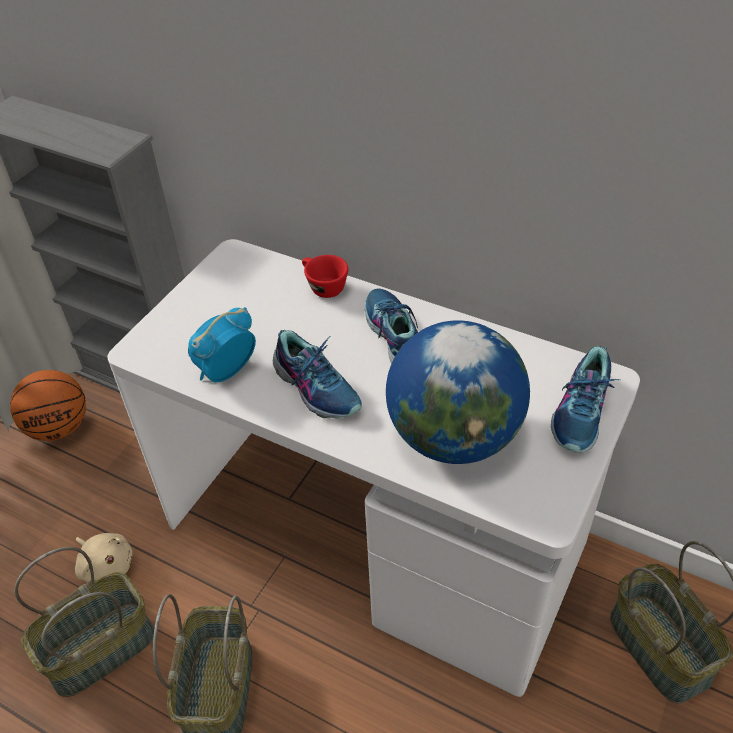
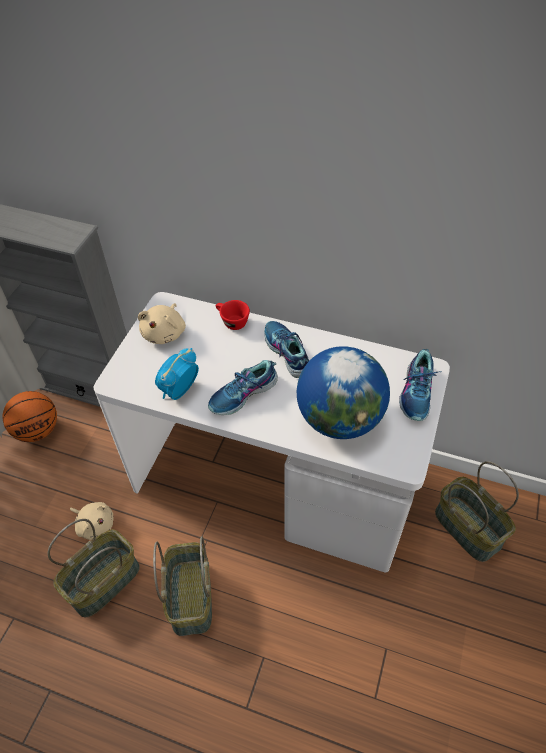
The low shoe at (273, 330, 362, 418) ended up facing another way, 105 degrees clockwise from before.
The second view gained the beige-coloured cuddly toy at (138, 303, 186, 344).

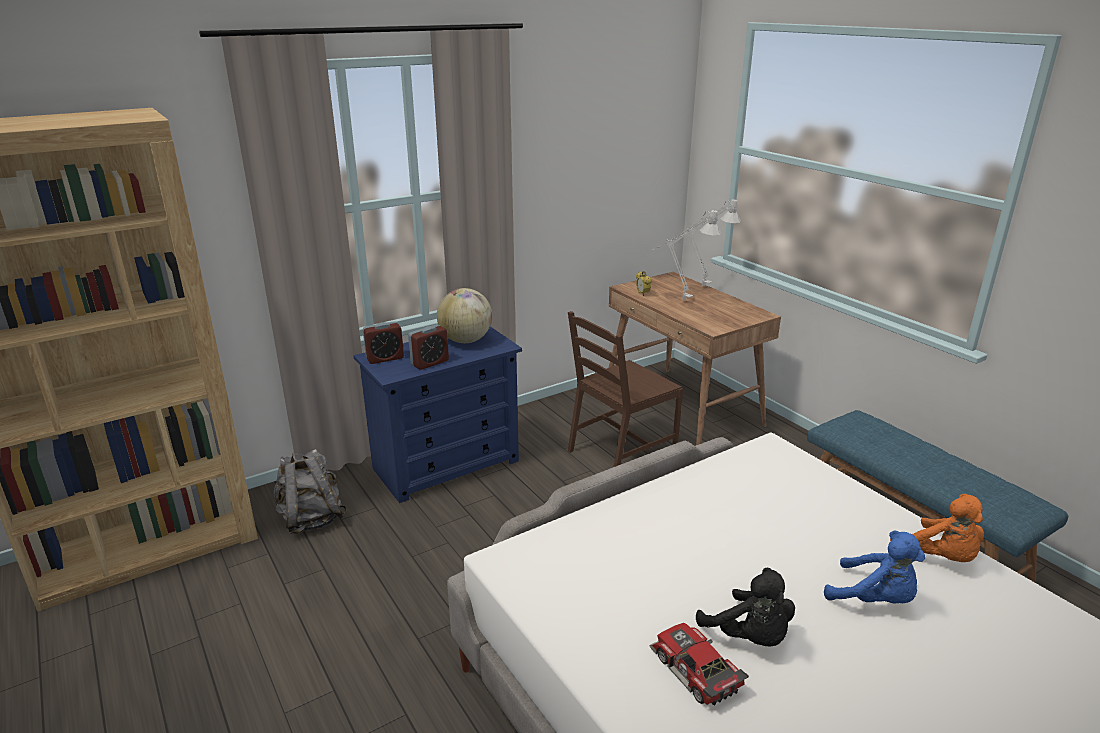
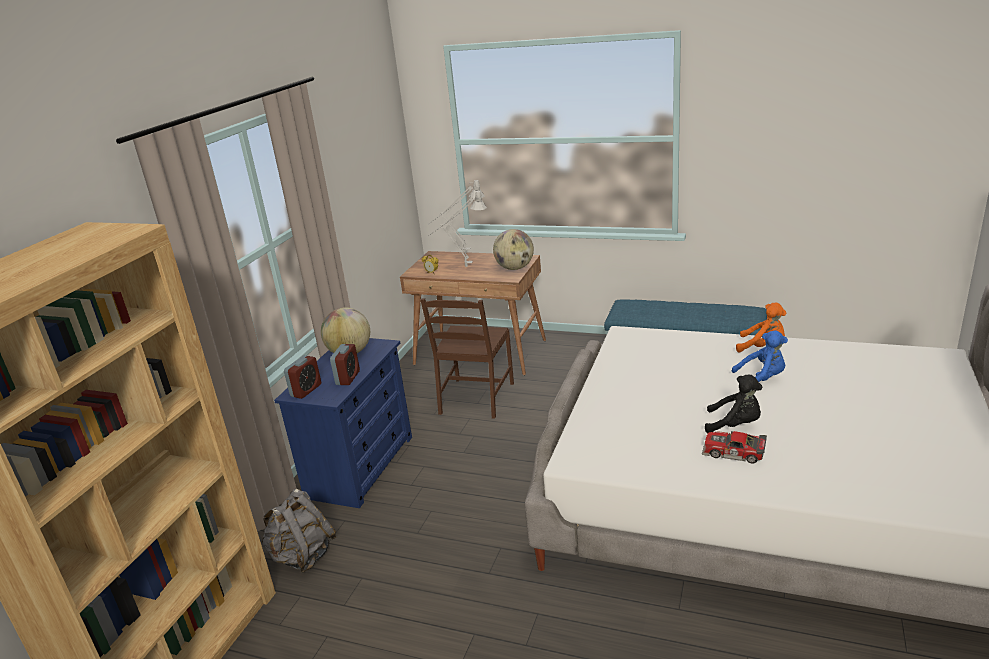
The second view gained the globe at (493, 229, 534, 270).

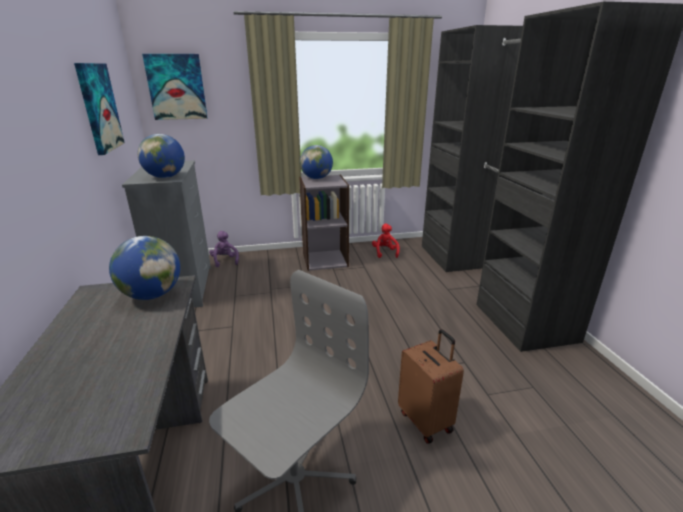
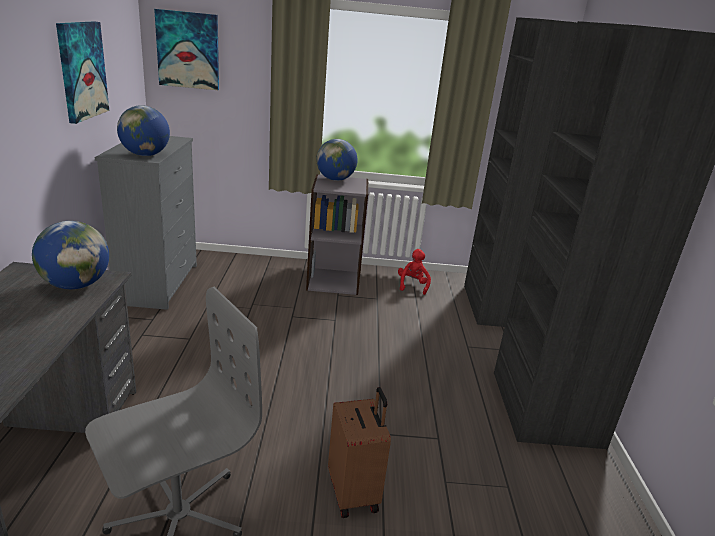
The second view lost the purplish cuddly toy at (209, 231, 239, 267).

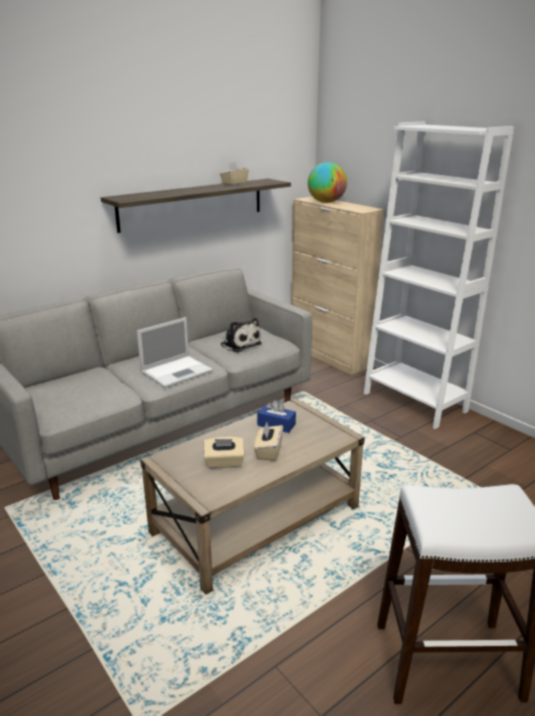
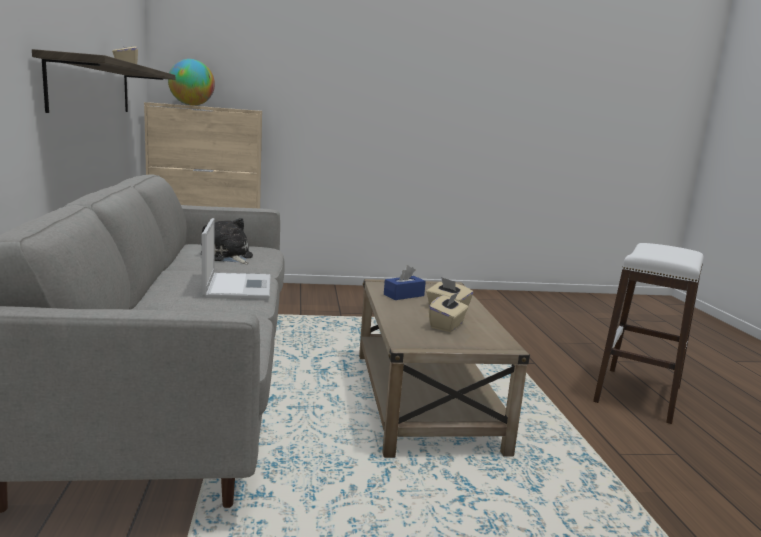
The second view lost the white bookshelf at (364, 122, 514, 429).
The cuddly toy at (220, 318, 262, 352) ended up facing another way, 120 degrees counterclockwise from before.

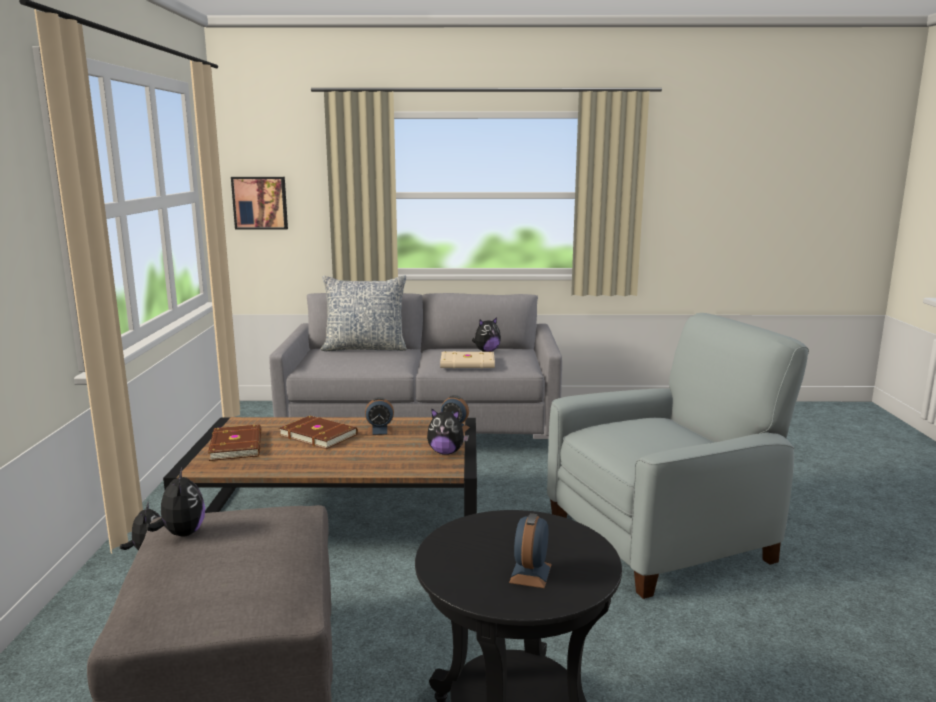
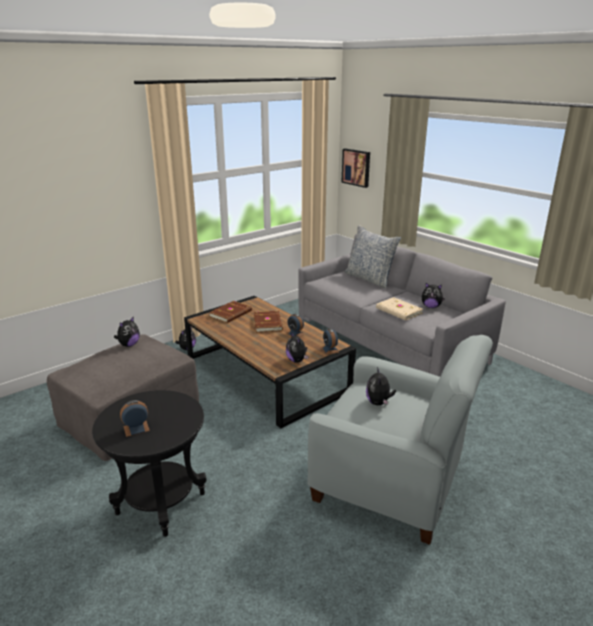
The second view gained the cuddly toy at (366, 367, 396, 405).

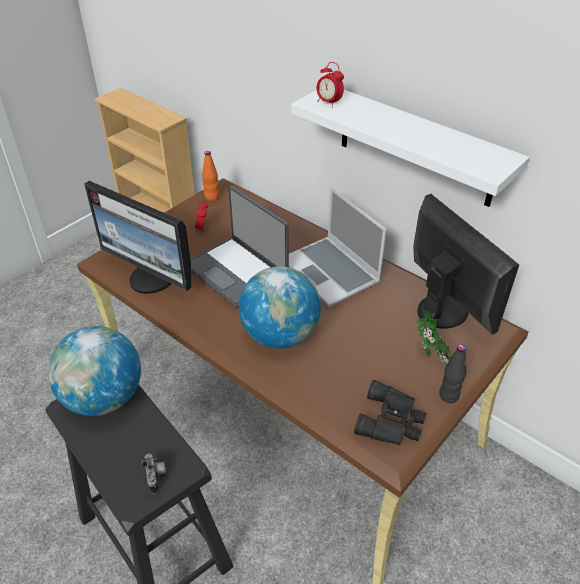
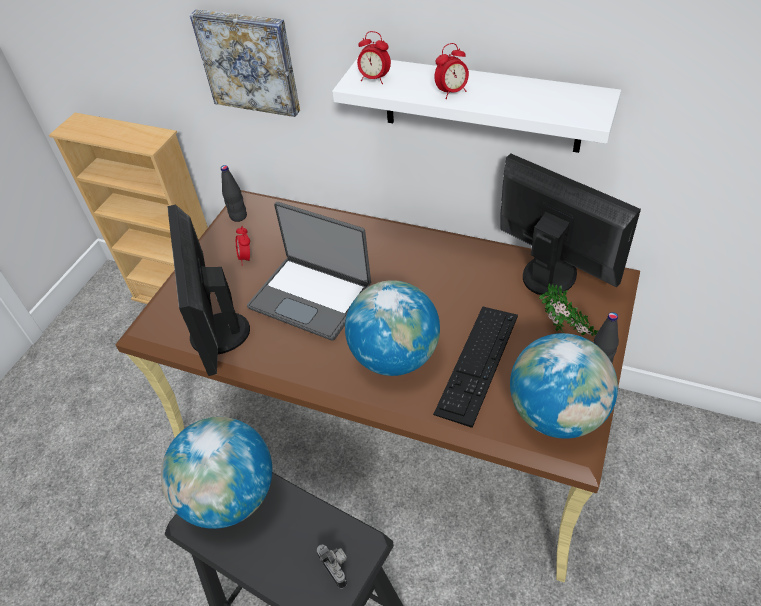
What was the orange bottle at (202, 151, 219, 201) turned into the black bottle at (221, 165, 247, 222).
The computer screen at (84, 181, 191, 294) ended up facing another way, 60 degrees clockwise from before.
The second view lost the notebook computer at (289, 187, 387, 307).
Where the black field glasses stood at (354, 380, 426, 445), the globe came to stand at (510, 333, 618, 439).
The second view gained the picture at (190, 9, 300, 117).
The second view gained the table clock at (434, 43, 469, 99).
The second view gained the computer keyboard at (433, 306, 518, 428).

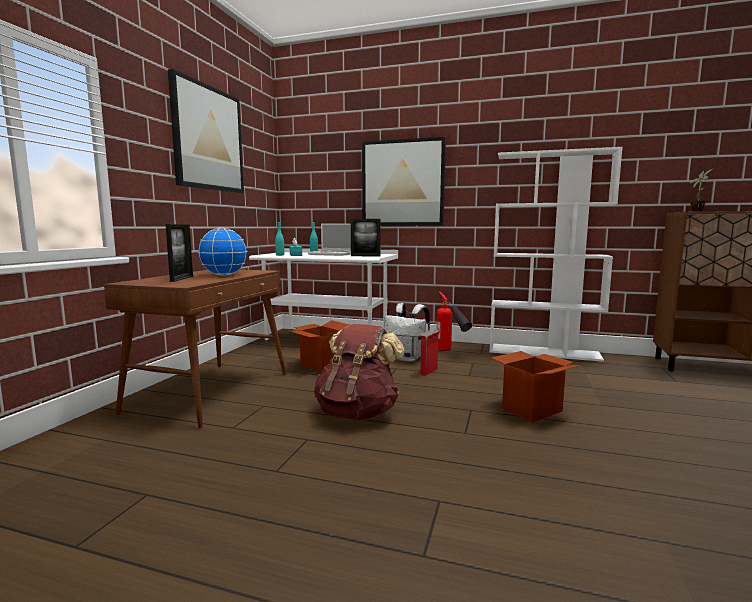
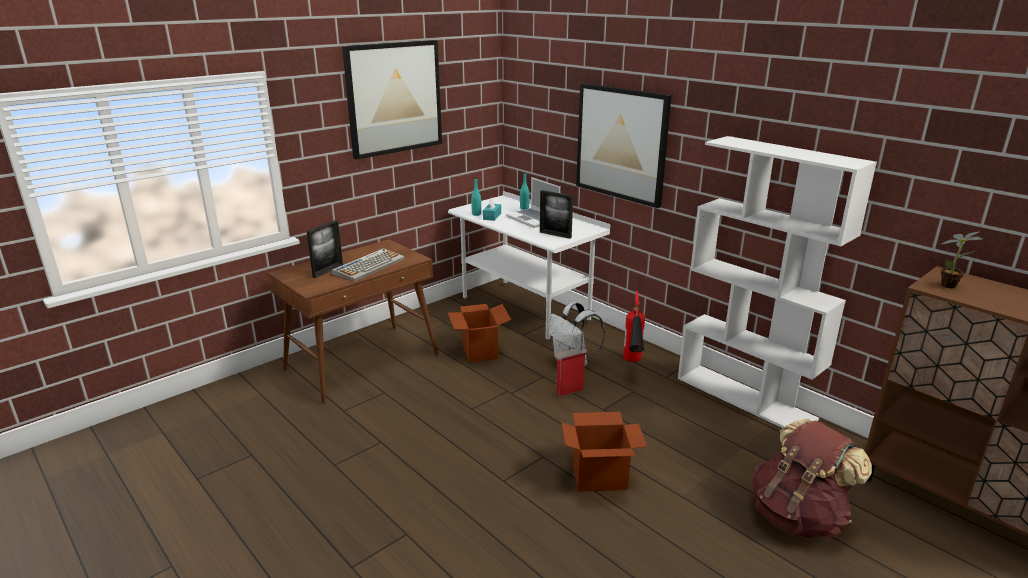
Where the globe stood at (198, 228, 248, 276), the computer keyboard came to stand at (332, 248, 405, 282).
The brown-coloured knapsack ended up elsewhere, having gone from (314, 324, 405, 420) to (752, 419, 872, 538).

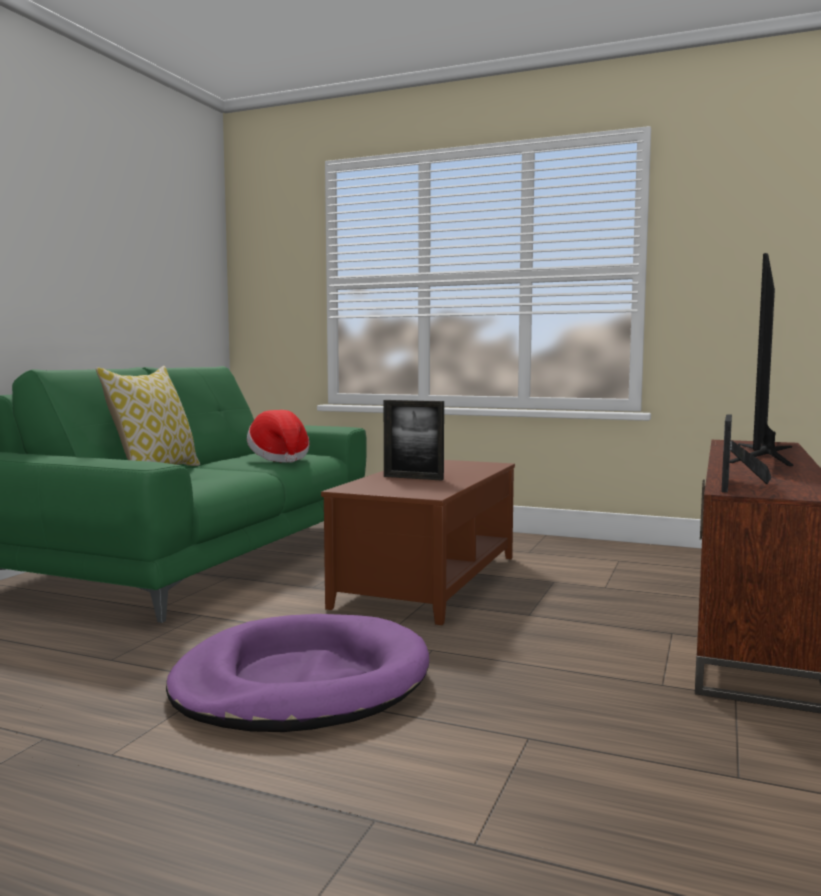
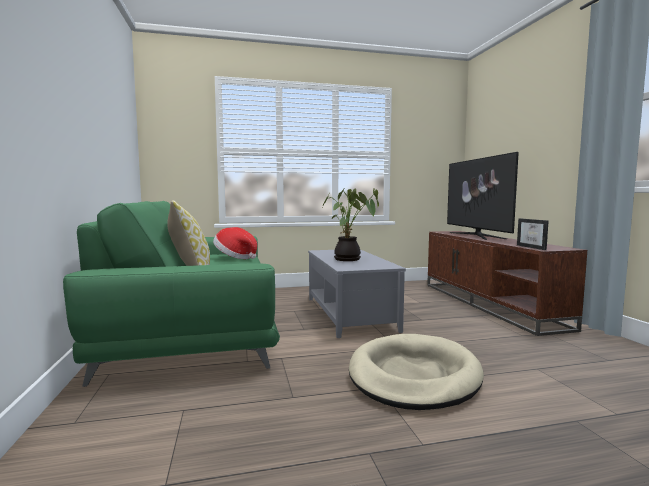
Where the picture frame stood at (384, 400, 444, 481), the houseplant came to stand at (322, 187, 379, 261).
What was the brown-coloured low table at (321, 460, 515, 625) turned into the grey low table at (308, 250, 406, 338).
What was the purplish dog bed at (166, 614, 429, 732) turned into the beige-coloured dog bed at (349, 334, 484, 410).

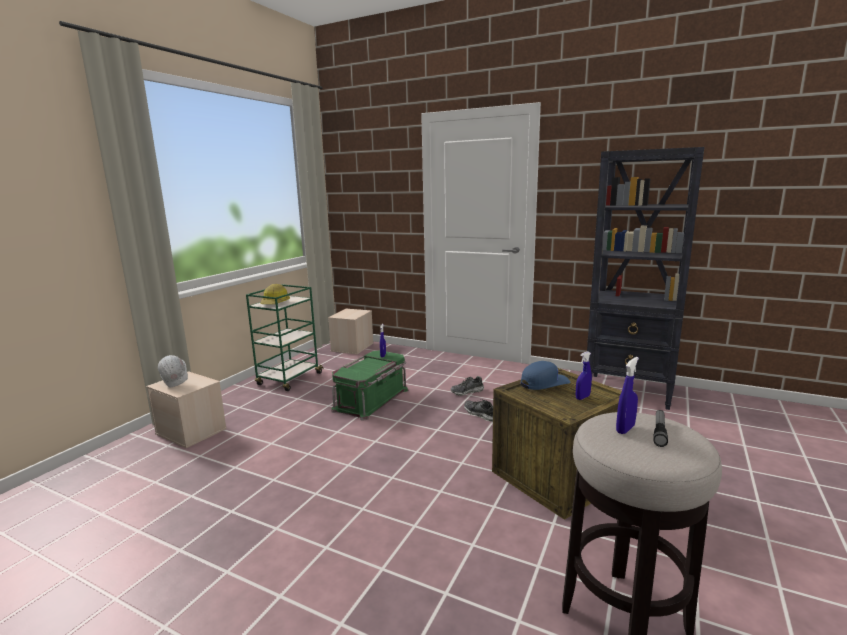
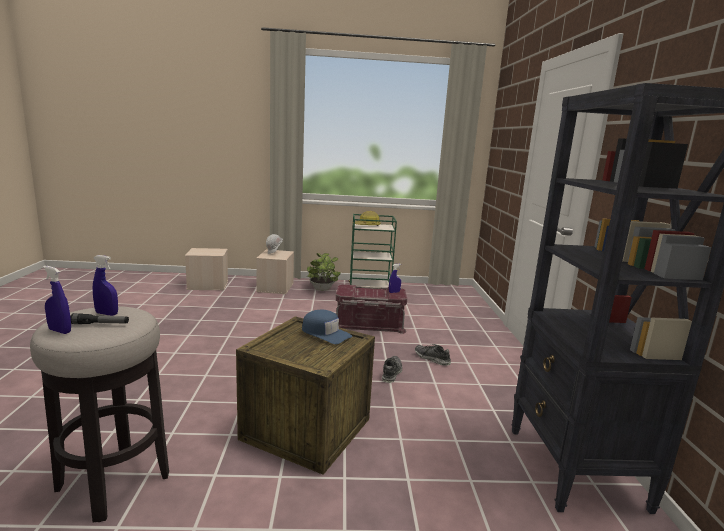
The beige-coloured storage bin ended up elsewhere, having gone from (328, 309, 374, 354) to (185, 248, 228, 290).
What was the green-coloured storage bin at (331, 350, 409, 421) turned into the red-coloured storage bin at (336, 284, 407, 334).
The blue-coloured sprayer ended up elsewhere, having gone from (576, 351, 592, 400) to (43, 266, 71, 334).
The second view gained the houseplant at (307, 253, 341, 291).

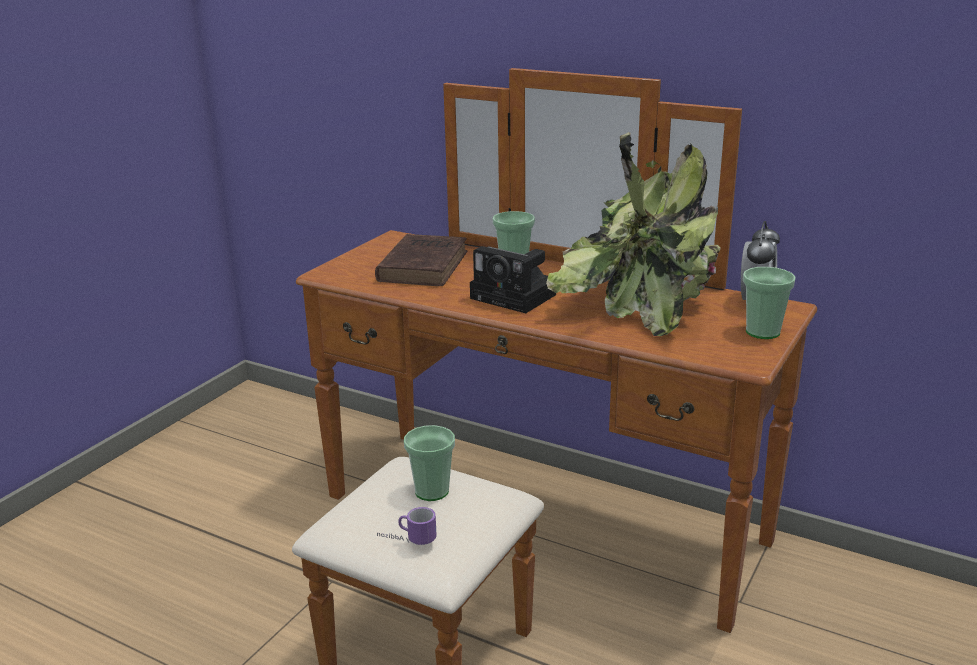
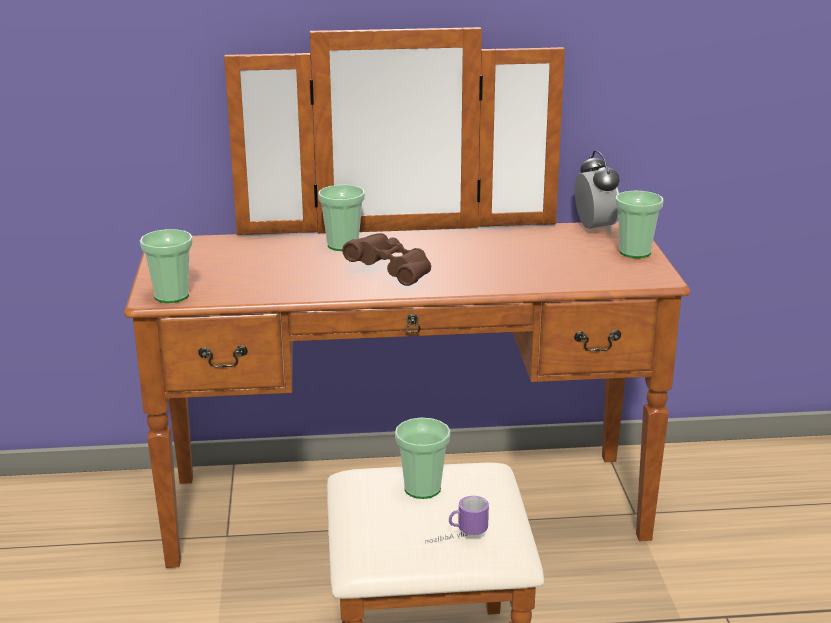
The second view lost the houseplant at (546, 132, 720, 336).
The second view lost the brown-coloured volume at (375, 234, 467, 286).
Where the photo camera stood at (470, 246, 556, 313), the brown-coloured field glasses came to stand at (342, 233, 431, 286).
The second view gained the drinking cup at (140, 229, 193, 303).

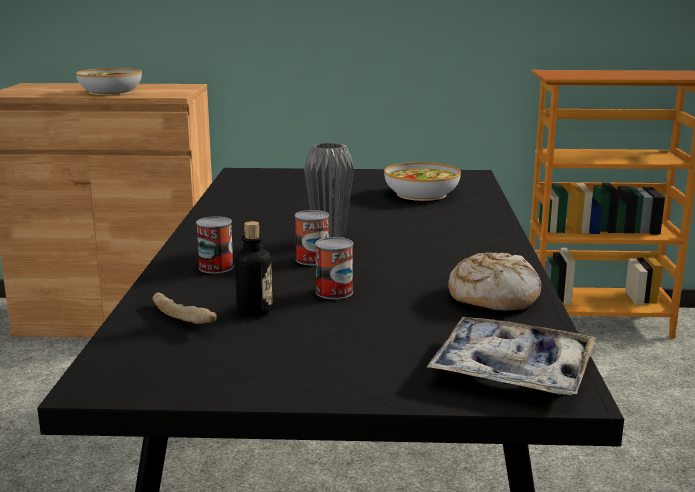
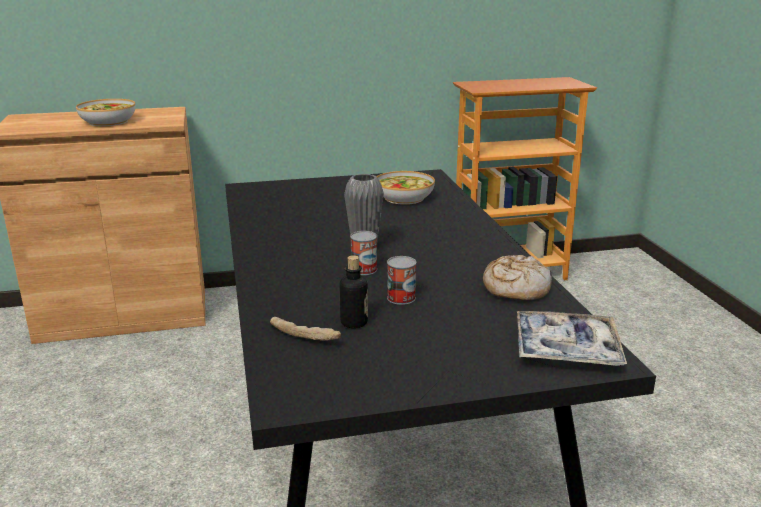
The second view lost the can at (196, 216, 234, 274).

